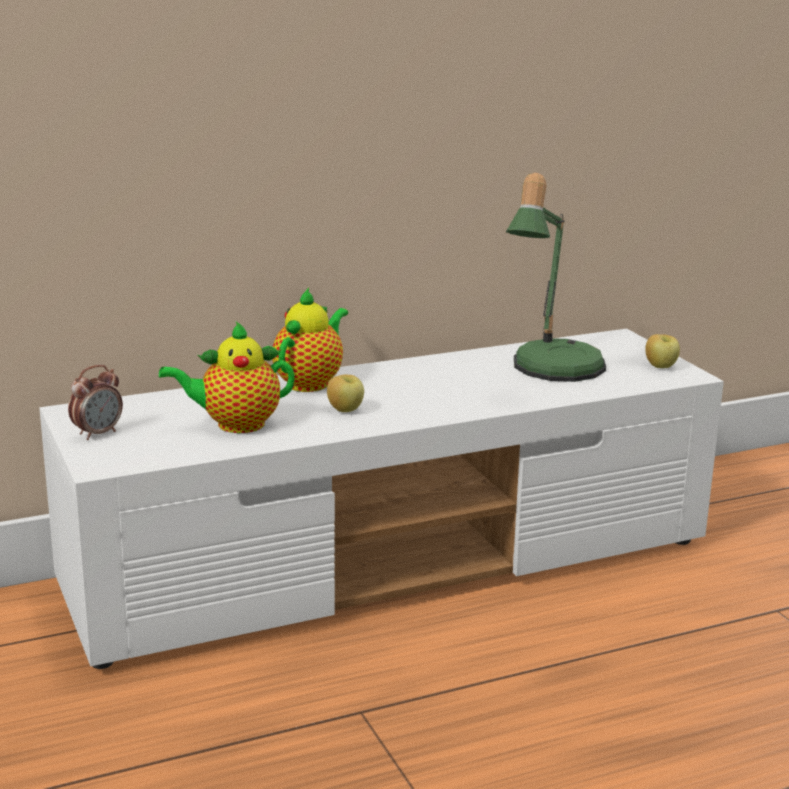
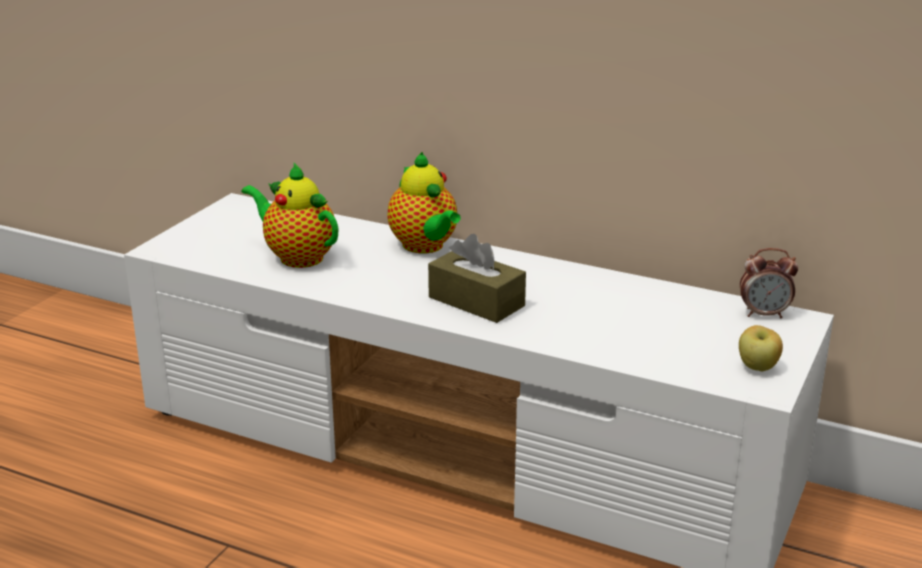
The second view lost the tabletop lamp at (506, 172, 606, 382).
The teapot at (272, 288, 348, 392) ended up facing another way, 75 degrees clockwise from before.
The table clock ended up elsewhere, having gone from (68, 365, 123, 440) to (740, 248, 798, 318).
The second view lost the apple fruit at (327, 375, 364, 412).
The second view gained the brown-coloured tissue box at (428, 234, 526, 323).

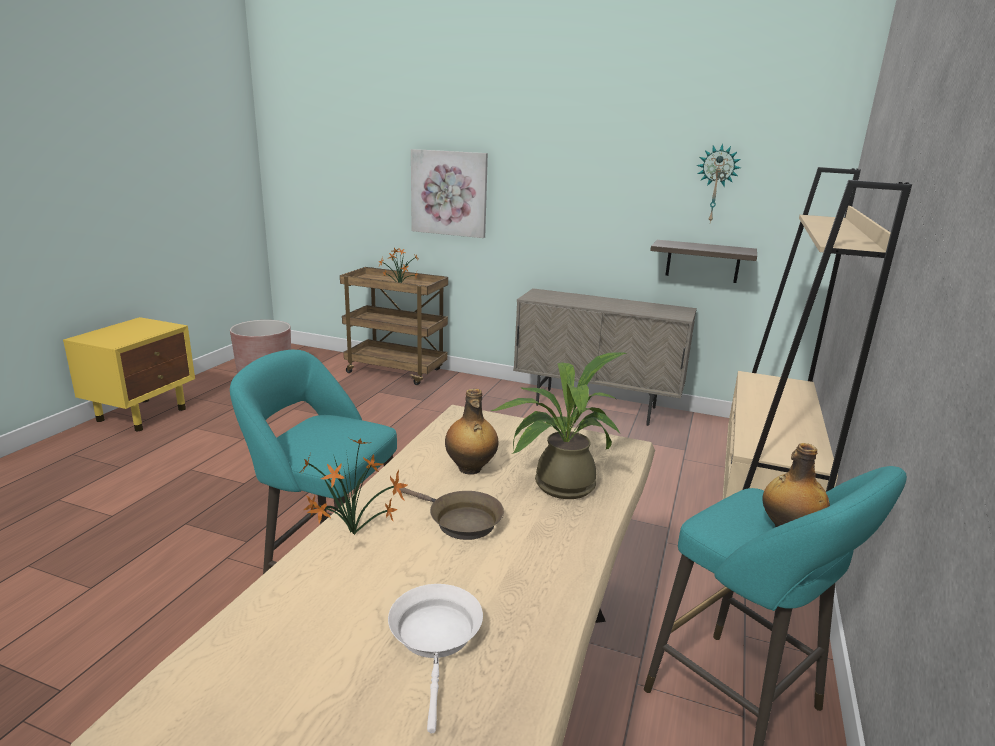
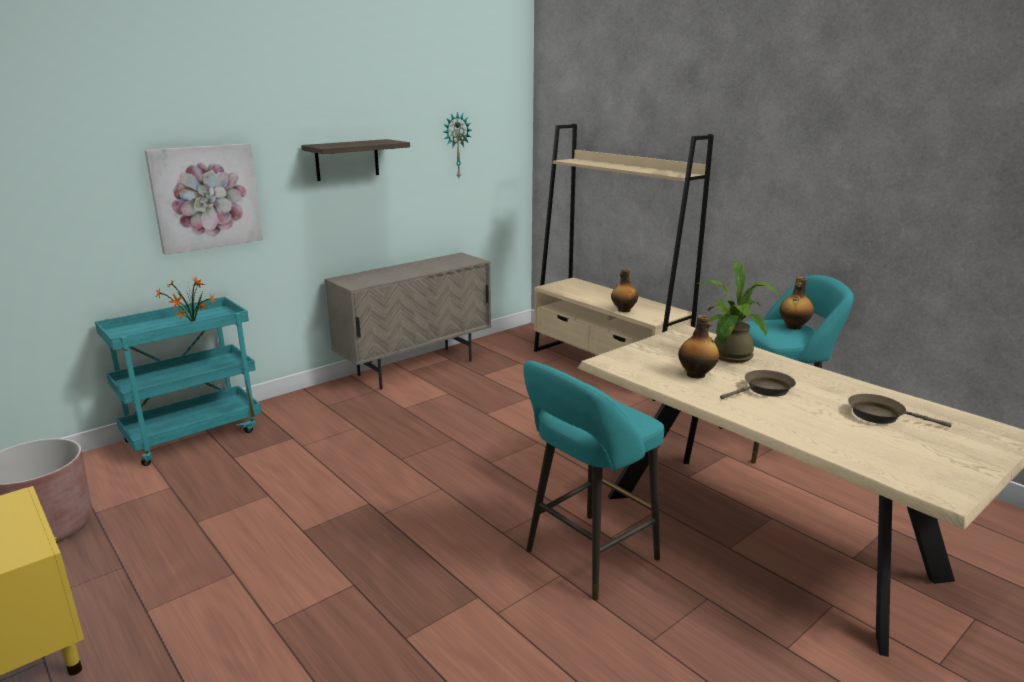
The bracket shelf ended up elsewhere, having gone from (650, 240, 757, 283) to (301, 139, 410, 181).
What was the brown-coloured trolley at (340, 267, 448, 385) turned into the turquoise-coloured trolley at (95, 297, 262, 466).
The second view lost the houseplant at (299, 438, 408, 535).
What was the white skillet at (388, 584, 483, 733) turned into the brown-coloured skillet at (848, 394, 952, 427).
The second view gained the bottle at (611, 269, 638, 312).

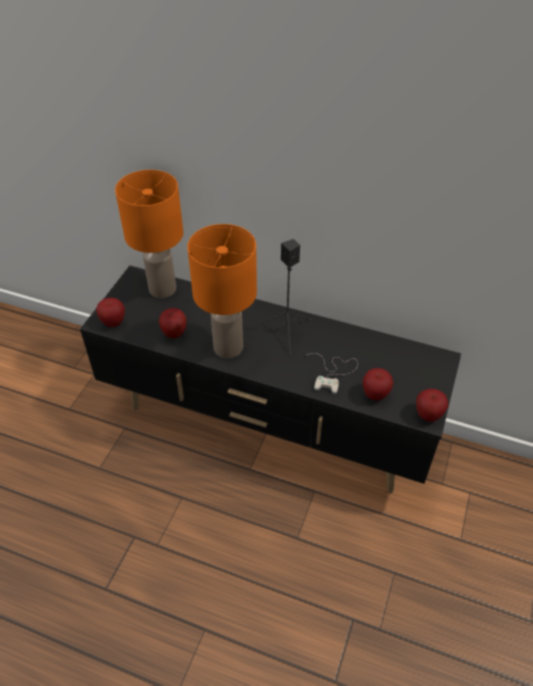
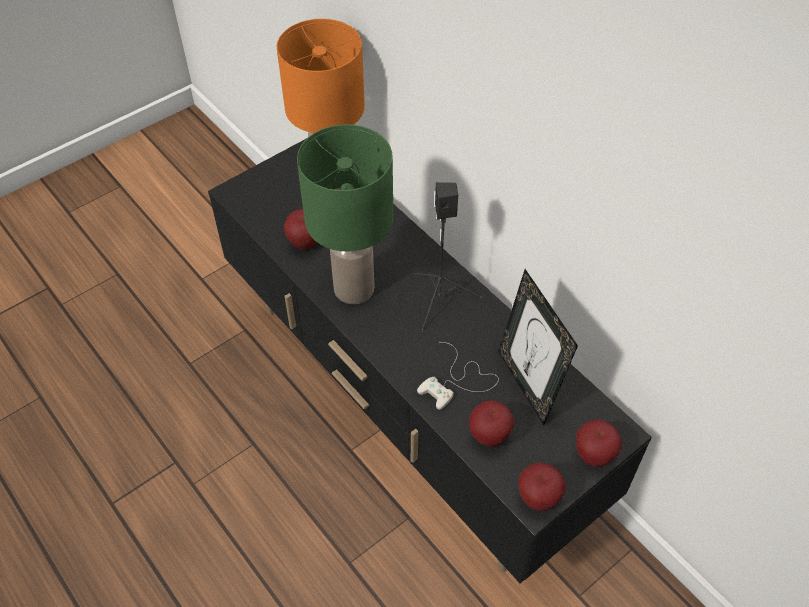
What was the orange tabletop lamp at (187, 224, 257, 358) turned into the green-coloured tabletop lamp at (297, 124, 393, 304).
The apple fruit ended up elsewhere, having gone from (96, 298, 125, 327) to (576, 419, 622, 467).
The second view gained the picture frame at (498, 269, 578, 425).

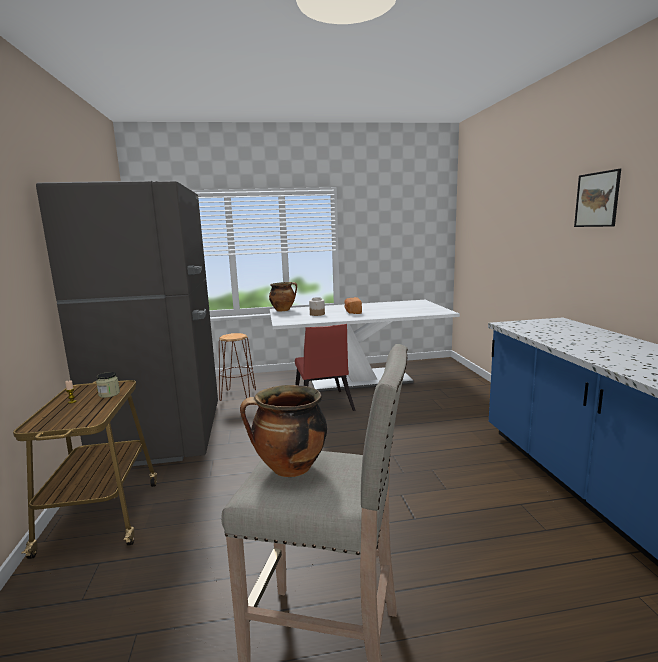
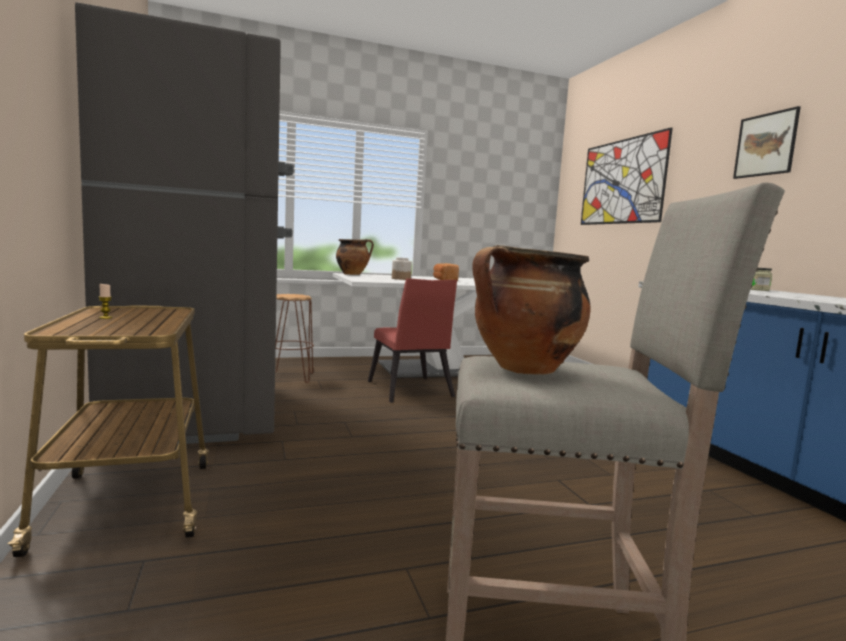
The jar ended up elsewhere, having gone from (96, 372, 120, 398) to (750, 268, 772, 291).
The second view gained the picture at (581, 127, 673, 225).

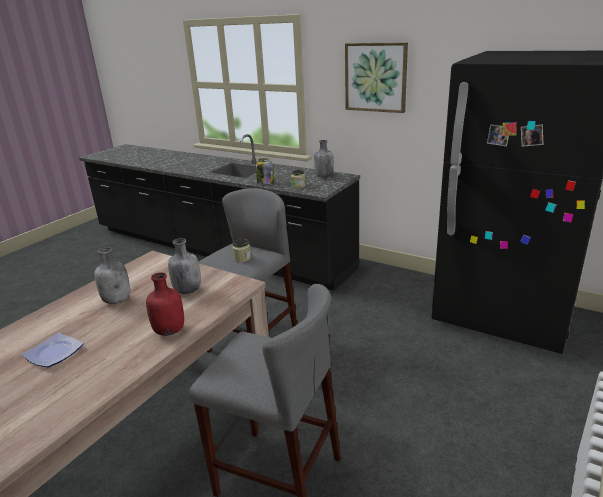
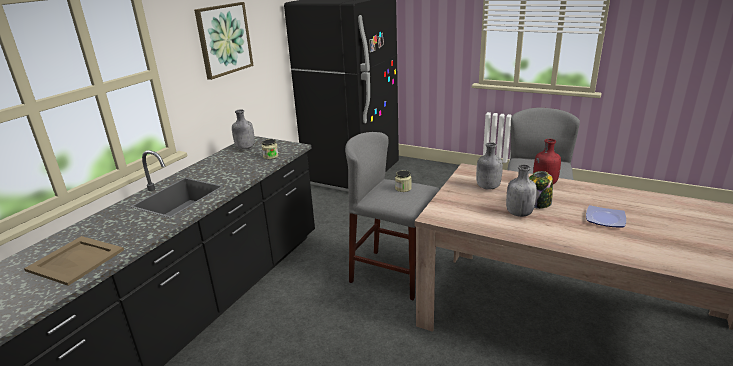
The jar ended up elsewhere, having gone from (256, 158, 274, 185) to (529, 171, 553, 209).
The second view gained the beige-coloured serving tray at (24, 236, 124, 286).

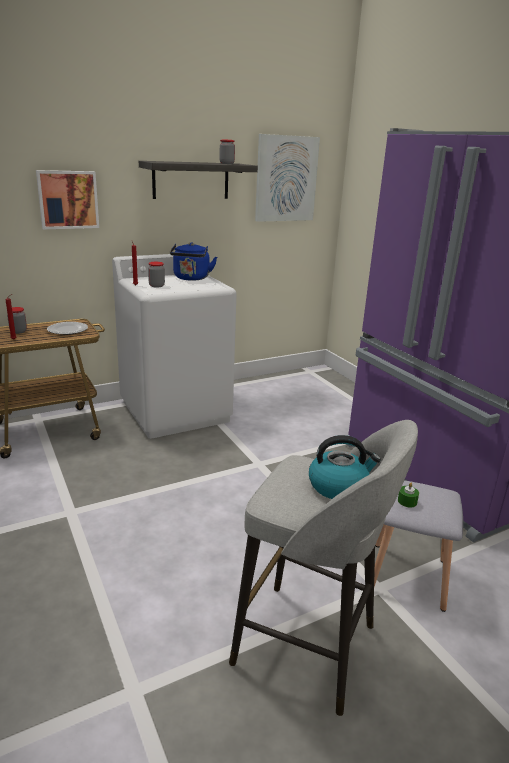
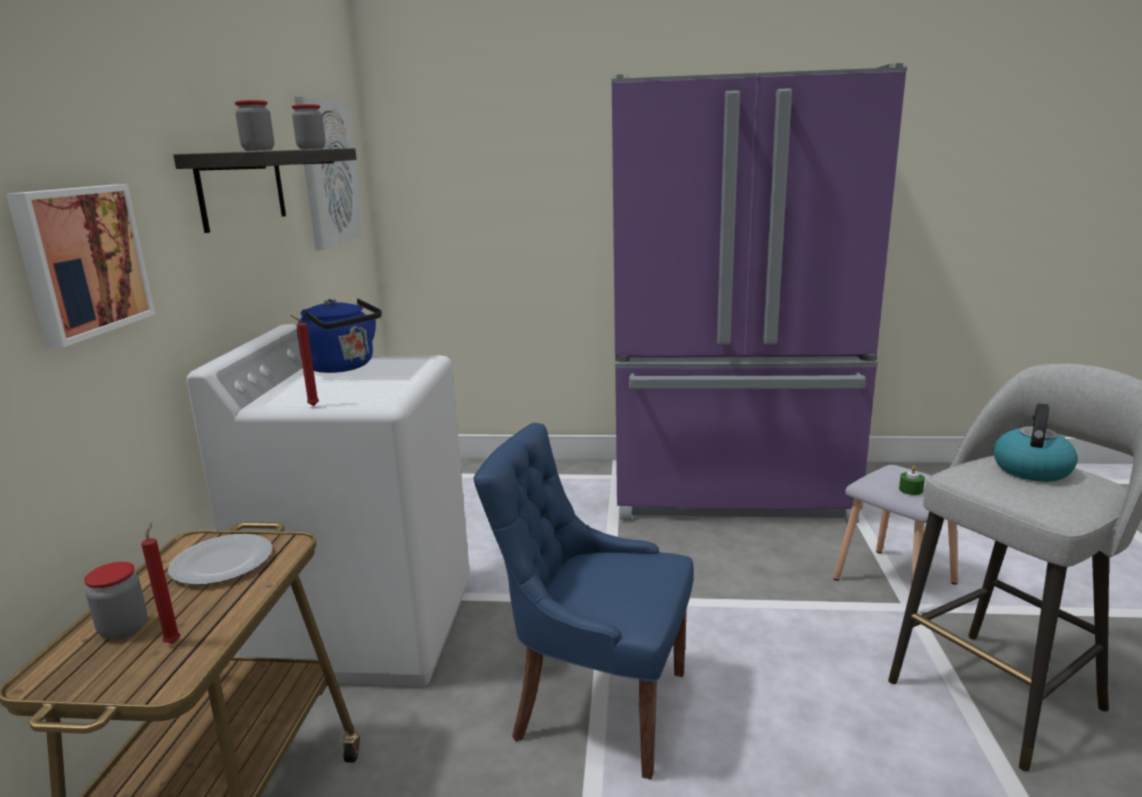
The jar ended up elsewhere, having gone from (148, 262, 165, 288) to (235, 100, 274, 151).
The second view gained the blue-coloured plain chair at (474, 423, 694, 779).

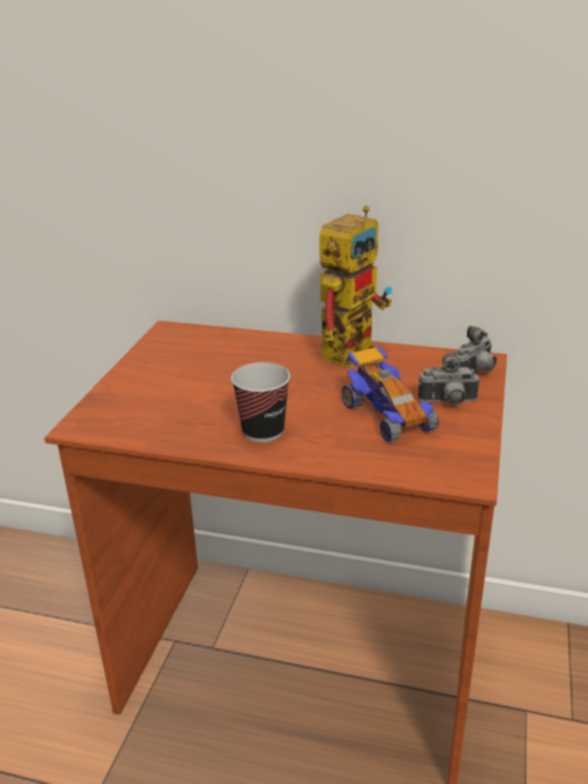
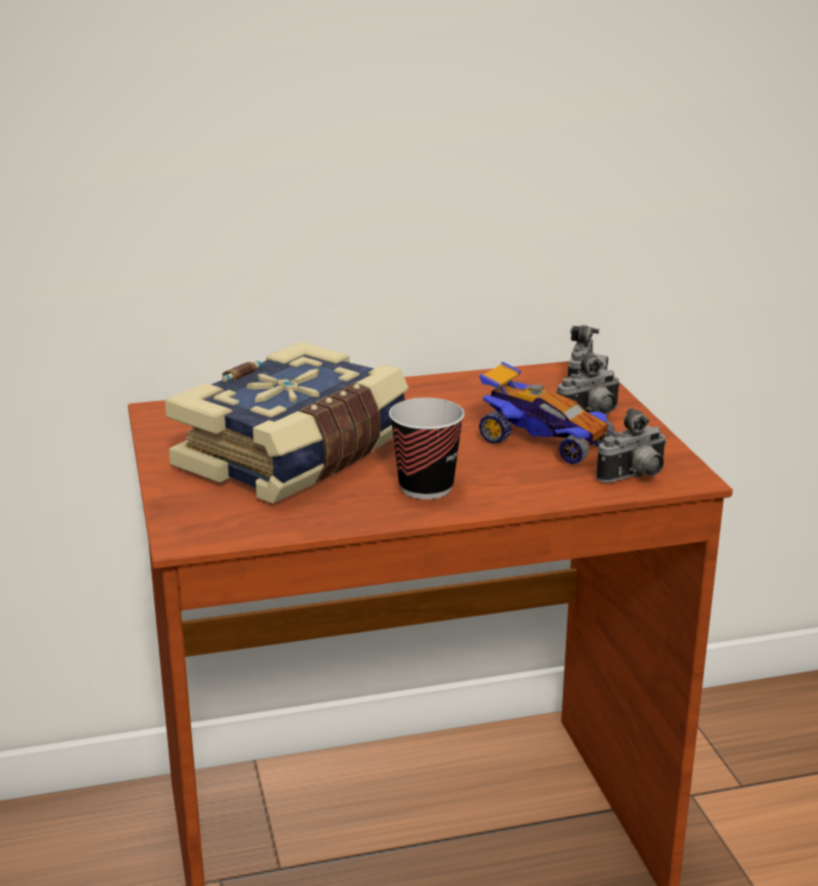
The second view lost the toy robot at (319, 206, 392, 368).
The second view gained the volume at (165, 341, 409, 503).
The second view gained the photo camera at (596, 408, 667, 483).

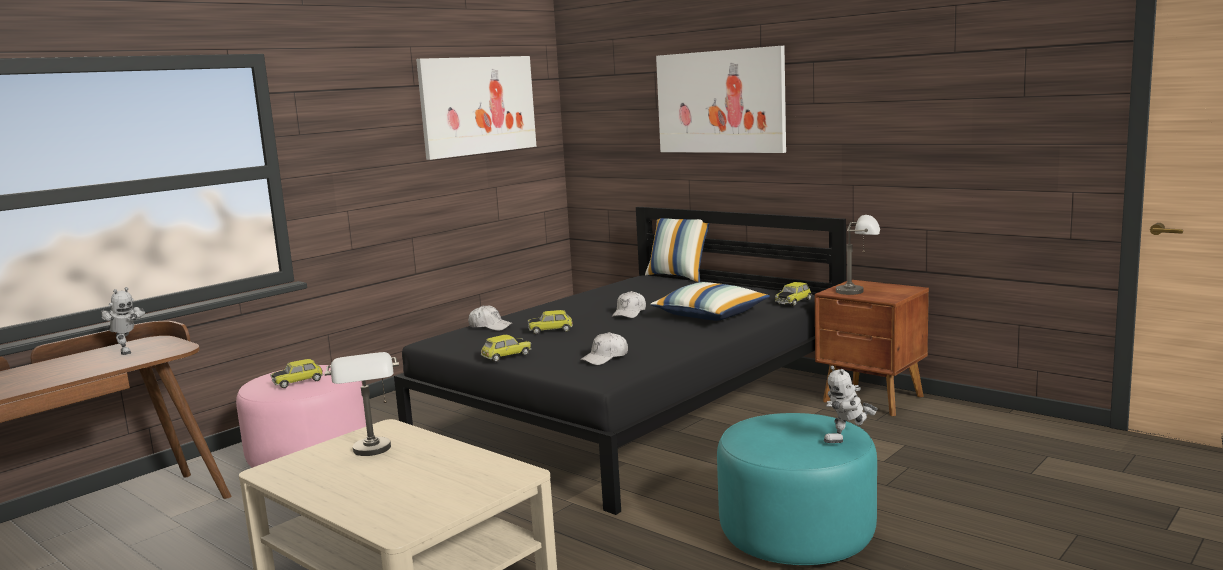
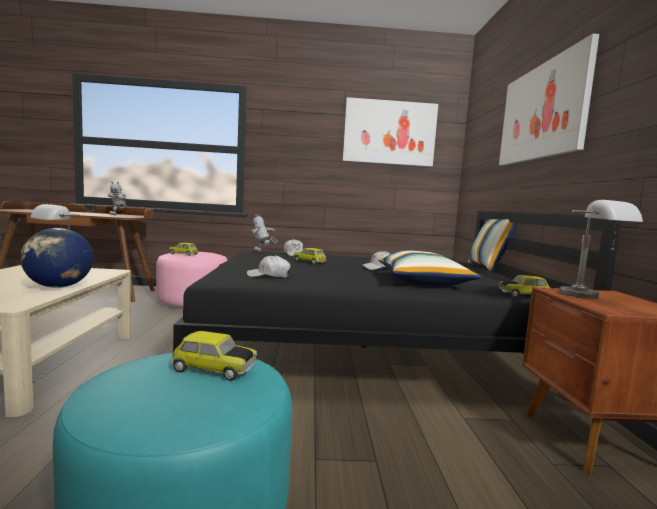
The toy car ended up elsewhere, having gone from (481, 335, 531, 362) to (171, 331, 257, 381).
The toy robot ended up elsewhere, having gone from (824, 366, 878, 443) to (250, 214, 279, 252).
The second view gained the globe at (20, 228, 93, 288).

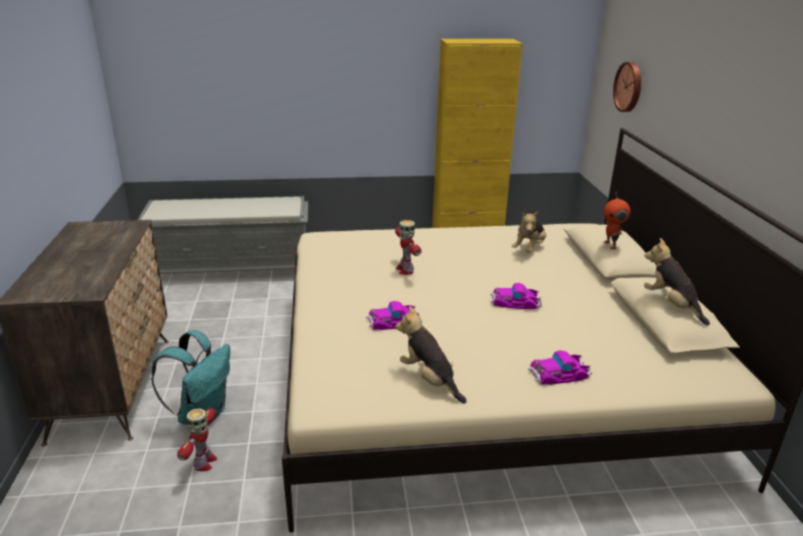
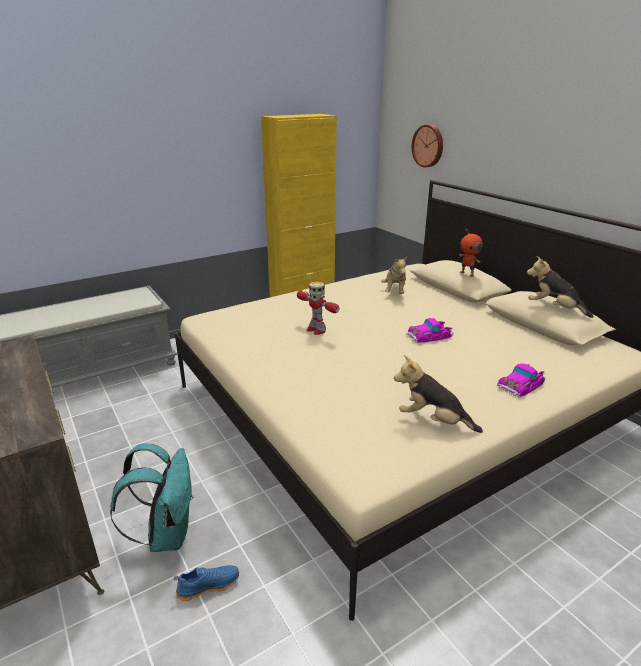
The second view lost the toy car at (366, 301, 422, 330).
Where the toy robot stood at (177, 408, 217, 471), the blue-coloured low shoe came to stand at (174, 565, 239, 601).

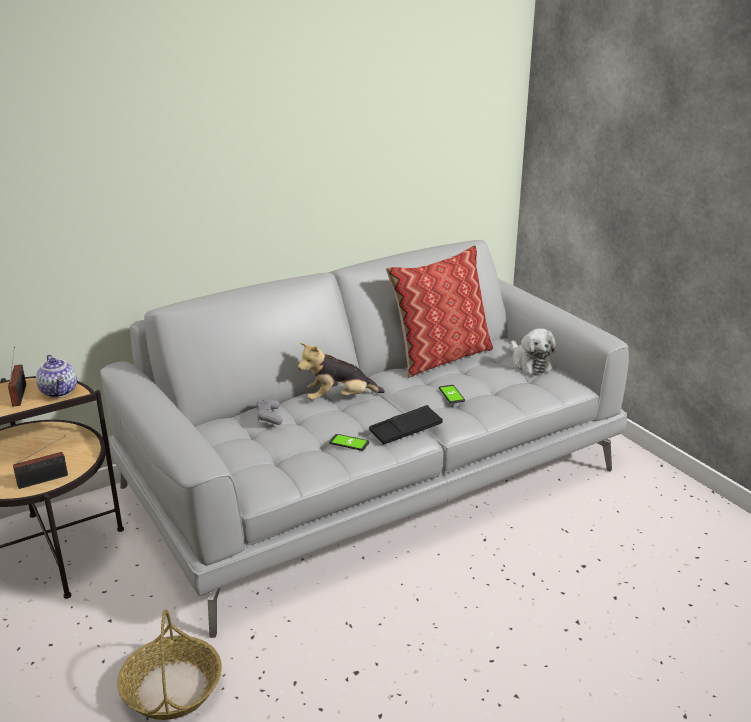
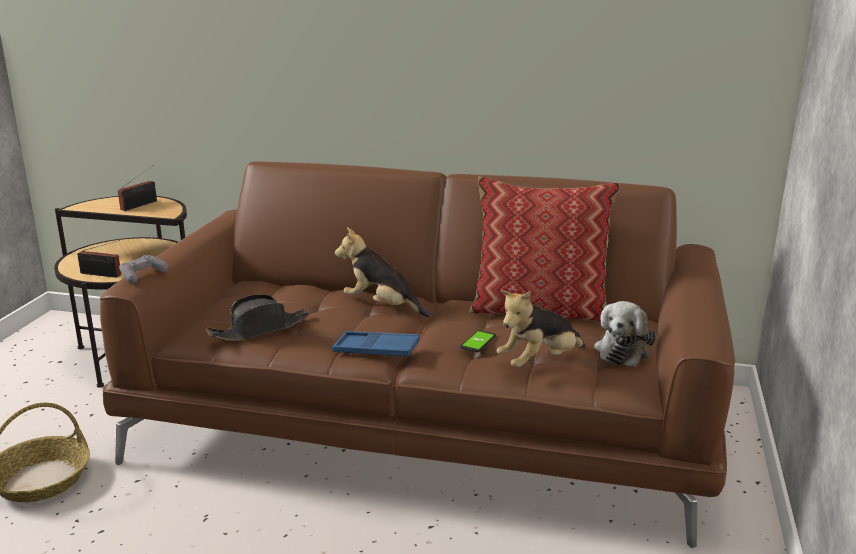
What was the grey sofa at (100, 240, 629, 638) turned into the brown-coloured sofa at (100, 161, 735, 548).
The second view lost the teapot at (36, 355, 77, 398).
The grey joypad ended up elsewhere, having gone from (256, 399, 283, 425) to (119, 255, 168, 283).
What was the black serving tray at (369, 405, 443, 445) turned into the blue-coloured serving tray at (332, 331, 420, 357).
The second view lost the telephone at (329, 434, 370, 451).
The second view gained the cuddly toy at (497, 290, 585, 368).
The second view gained the black hat at (206, 294, 309, 341).

